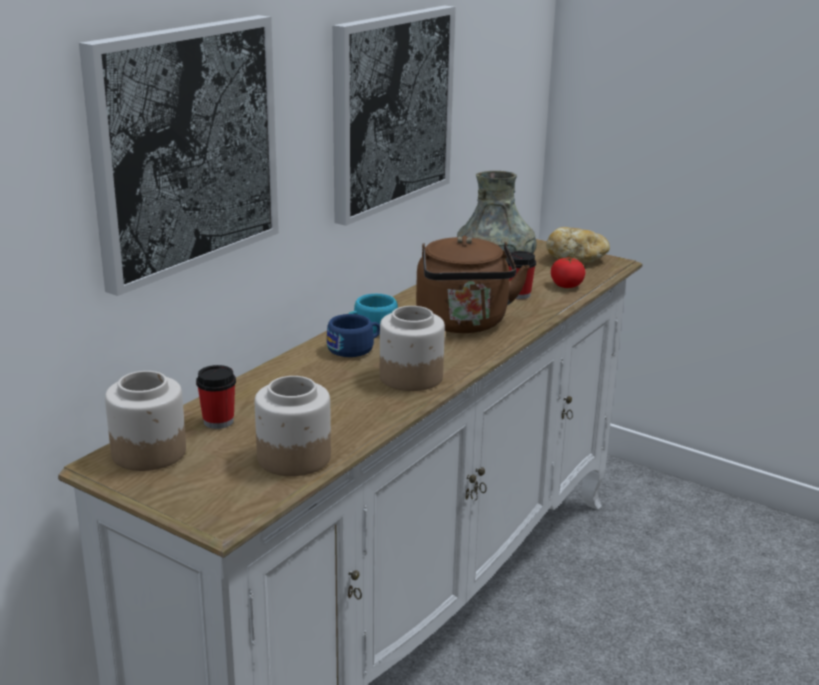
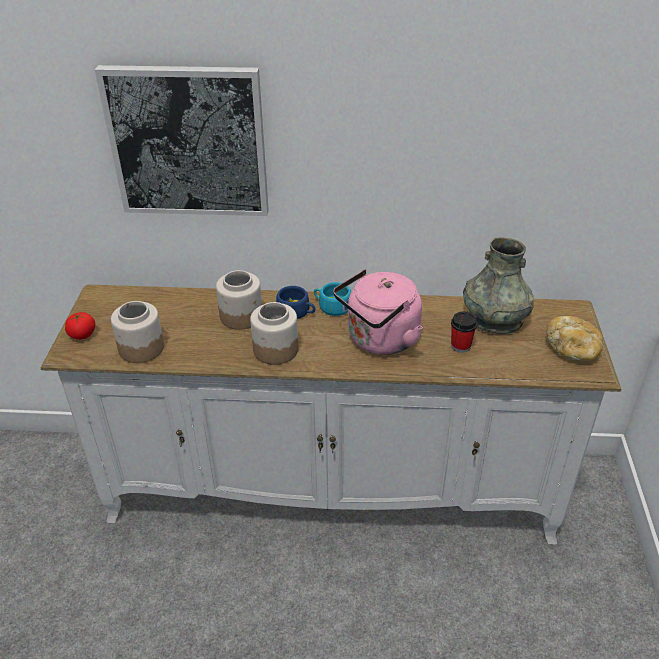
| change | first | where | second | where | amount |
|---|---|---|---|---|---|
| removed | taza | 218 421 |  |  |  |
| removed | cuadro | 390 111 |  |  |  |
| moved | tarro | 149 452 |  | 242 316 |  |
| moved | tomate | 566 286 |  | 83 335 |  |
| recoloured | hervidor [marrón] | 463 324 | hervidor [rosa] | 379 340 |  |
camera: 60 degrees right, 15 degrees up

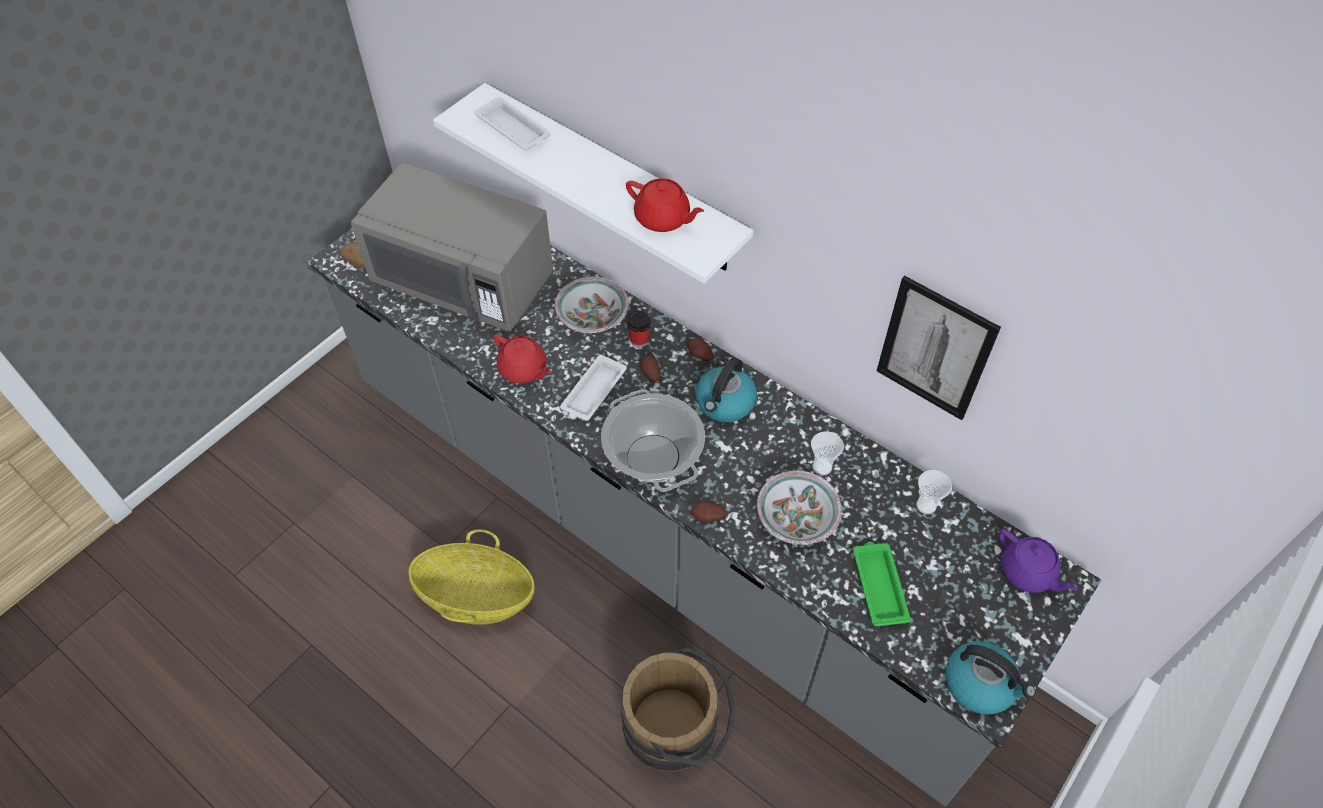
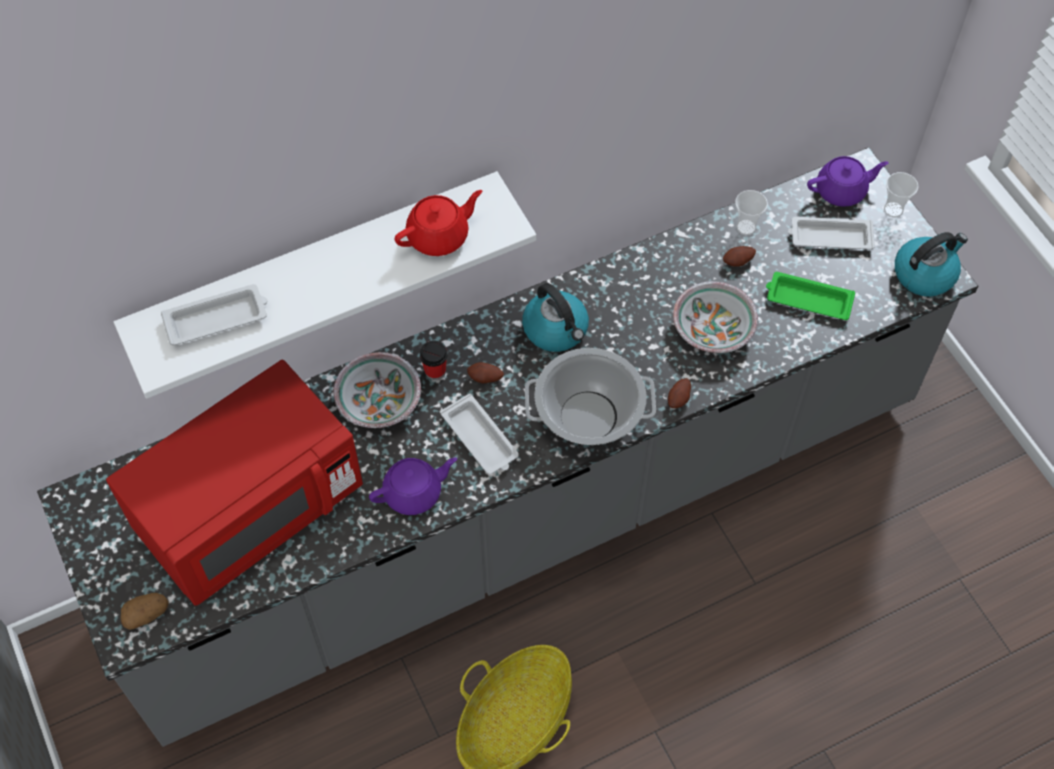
| change | first | where | second | where | amount |
|---|---|---|---|---|---|
| removed | cubo [marrón] | 678 730 |  |  |  |
| removed | cuadro | 935 349 |  |  |  |
| added |  |  | bandeja [blanco] | 829 237 |  |
| moved | patata | 699 355 |  | 738 262 |  |
| moved | taza | 822 467 |  | 893 209 |  |
| recoloured | microondas [gris] | 464 282 | microondas [rojo] | 250 510 |  |
| recoloured | tetera [rojo] | 523 369 | tetera [morado] | 414 493 |  |
camera: 65 degrees left, 5 degrees up

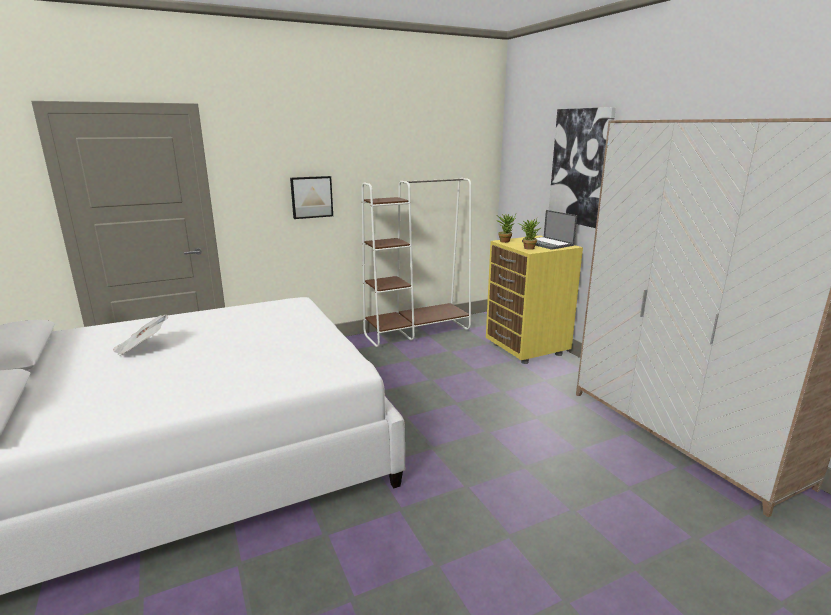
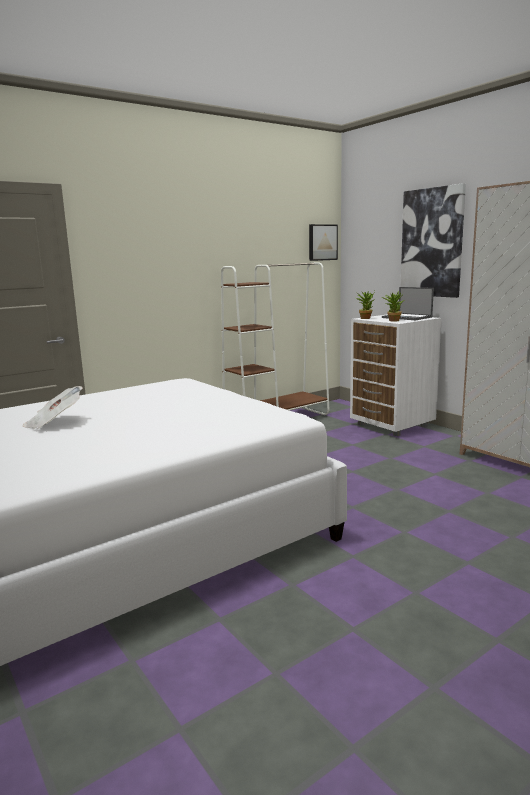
| change | first | where | second | where | amount |
|---|---|---|---|---|---|
| moved | cuadro | 311 197 |  | 322 242 |  |
| recoloured | cómoda [amarillo] | 526 349 | cómoda [blanco] | 391 425 |  |
camera: 10 degrees left, 5 degrees down

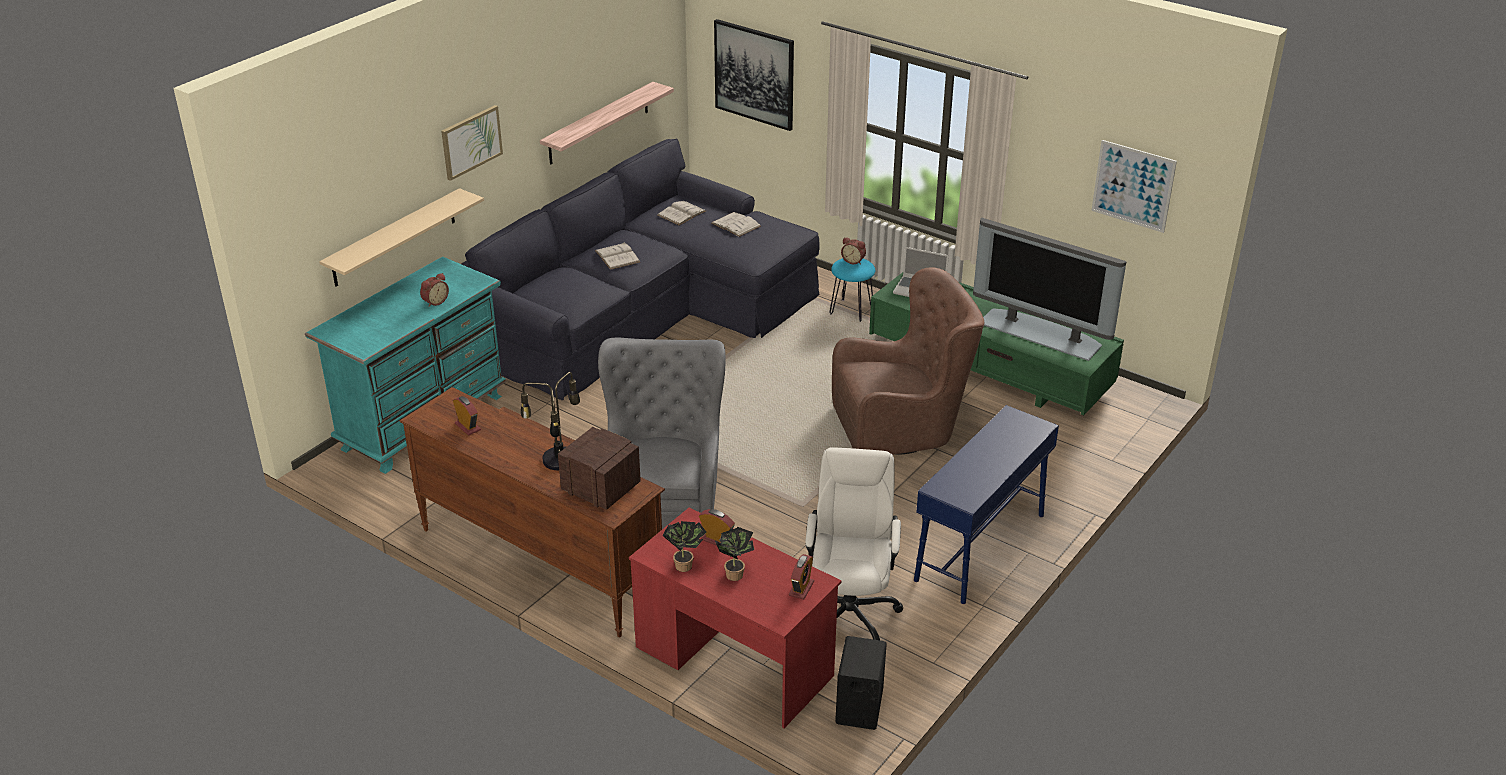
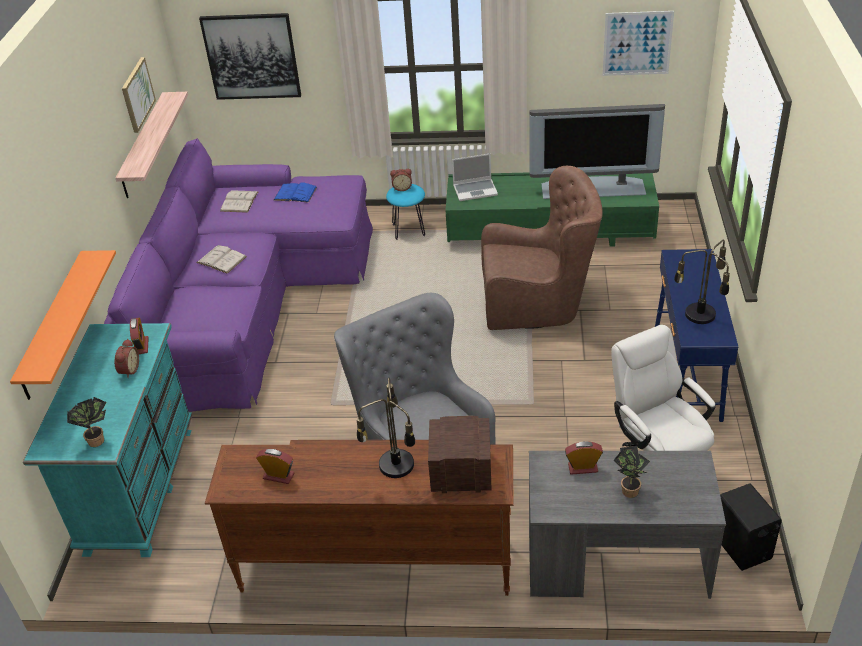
| change | first | where | second | where | amount |
|---|---|---|---|---|---|
| added |  |  | lámpara de mesa | 700 315 |  |
| moved | cuadro | 471 142 |  | 137 94 |  |
| moved | planta en maceta | 685 565 |  | 97 439 |  |
| moved | despertador | 801 588 |  | 141 346 |  |
| recoloured | estante [beis] | 394 238 | estante [naranja] | 53 325 |  |
| recoloured | sofá [negro] | 647 312 | sofá [morado] | 248 299 |  |
| recoloured | escritorio [rojo] | 734 661 | escritorio [gris] | 616 563 |  |
| recoloured | libro [blanco] | 736 224 | libro [azul] | 295 193 |  |
| turned | sillón [marrón] | 904 427 |  | 539 304 | 45 degrees clockwise |
camera: 30 degrees left, 5 degrees up

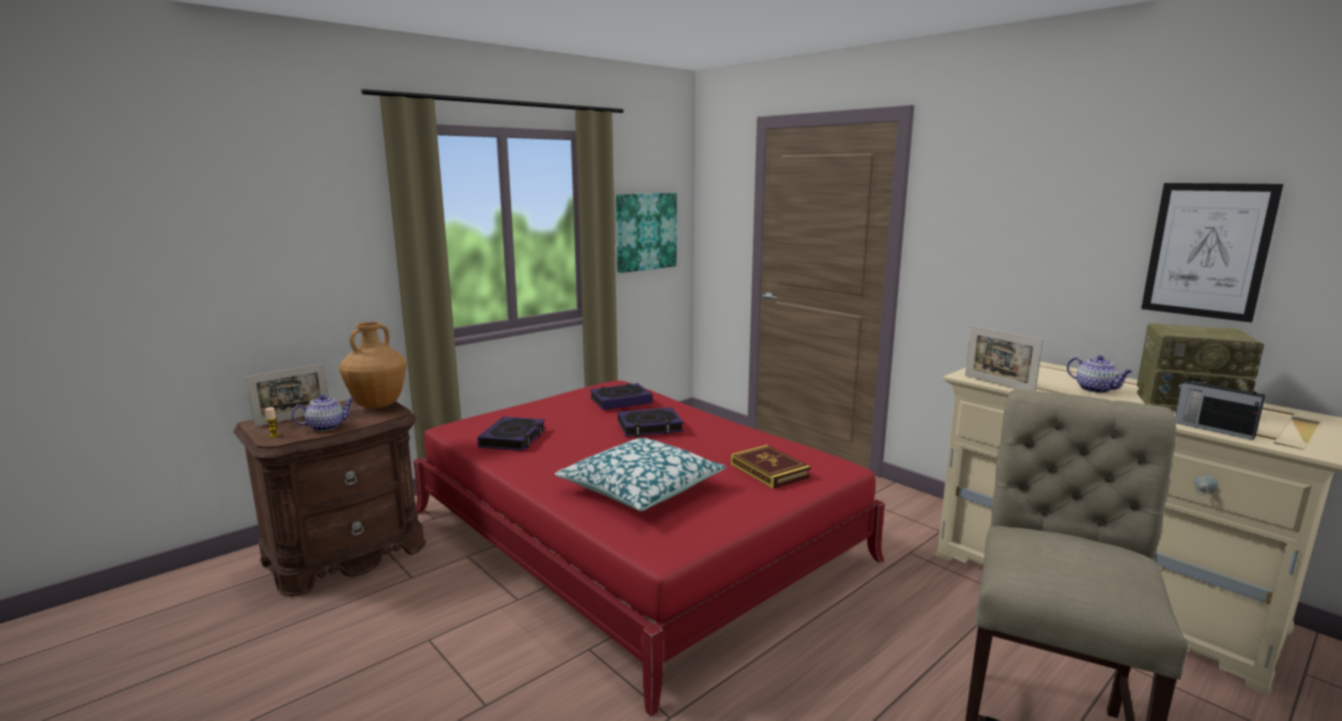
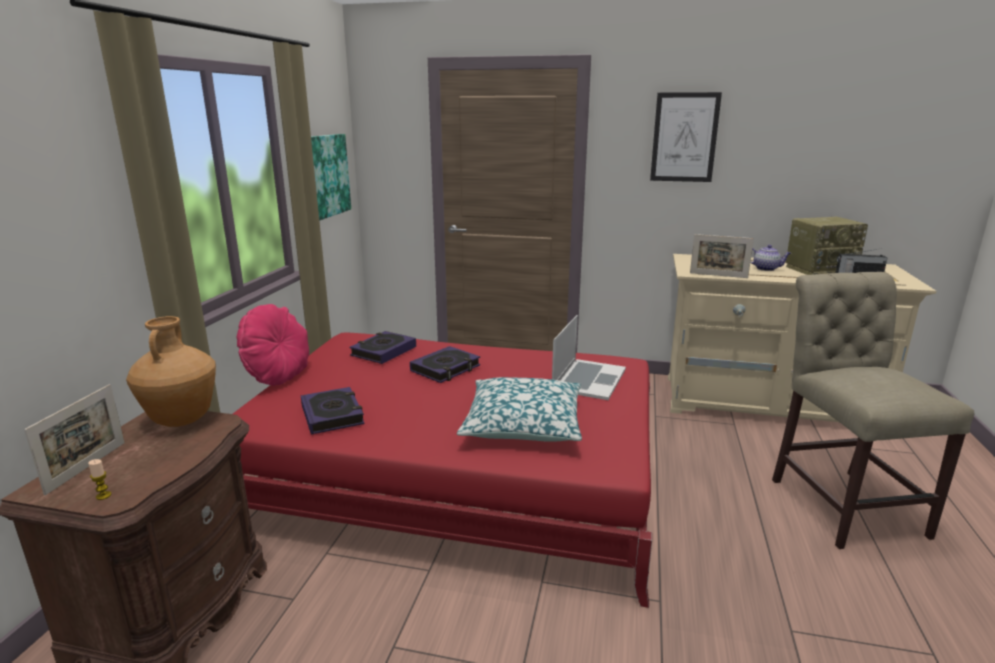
| change | first | where | second | where | amount |
|---|---|---|---|---|---|
| removed | tetera | 327 427 |  |  |  |
| added |  |  | cojín [rosa] | 278 378 |  |
| moved | cuadro | 1207 250 |  | 684 137 |  |
| replaced | libro | 769 470 | portátil | 588 379 |  |
camera: 35 degrees left, 5 degrees up

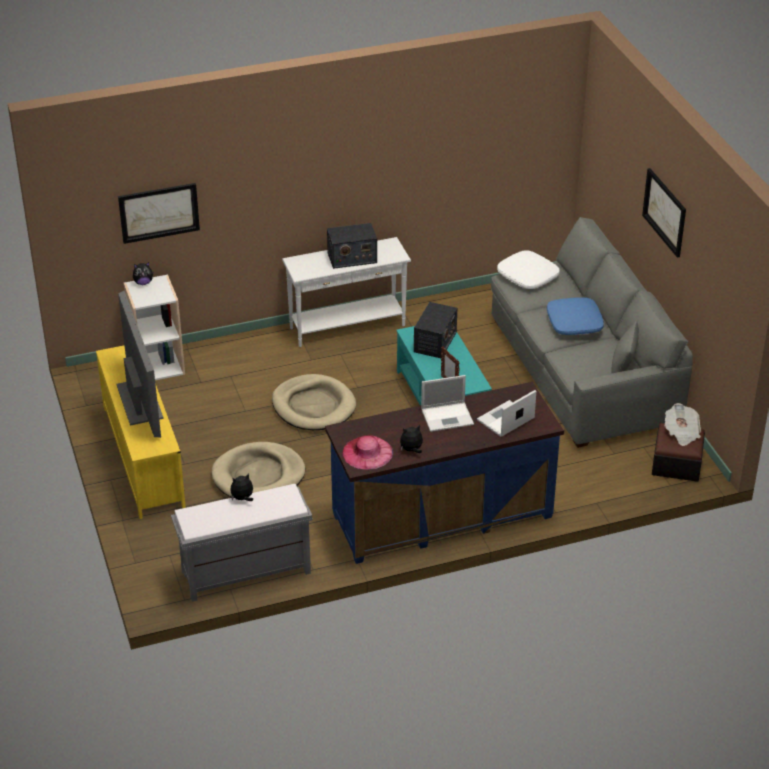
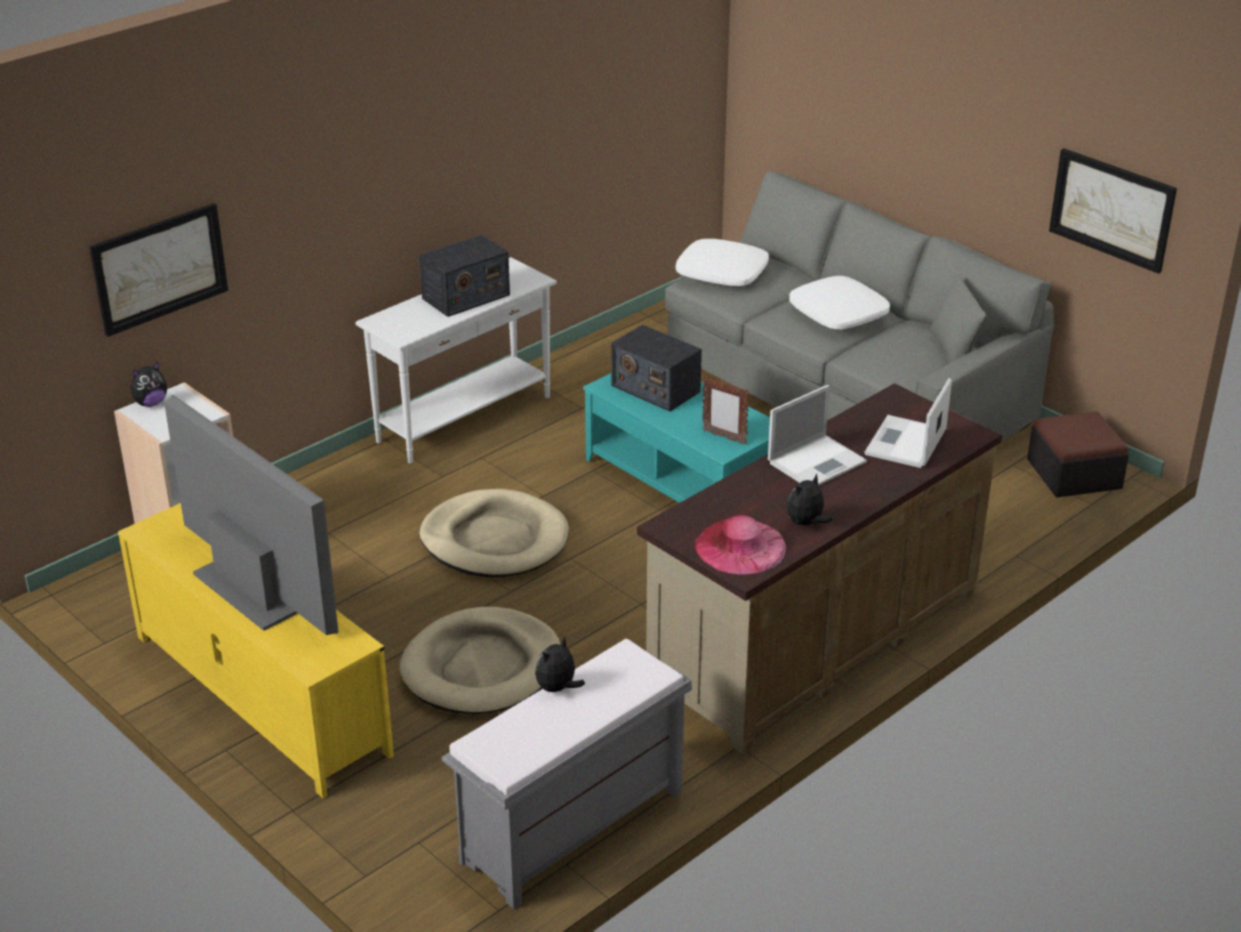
| change | first | where | second | where | amount |
|---|---|---|---|---|---|
| removed | periódico | 681 433 |  |  |  |
| moved | cuadro | 665 212 |  | 1112 209 |  |
| recoloured | armario [azul] | 441 516 | armario [beis] | 813 640 |  |
| recoloured | cojín [azul] | 574 323 | cojín [blanco] | 839 313 |  |
| turned | radio | 435 342 |  | 655 388 | 135 degrees clockwise |
camera: 25 degrees left, 5 degrees down

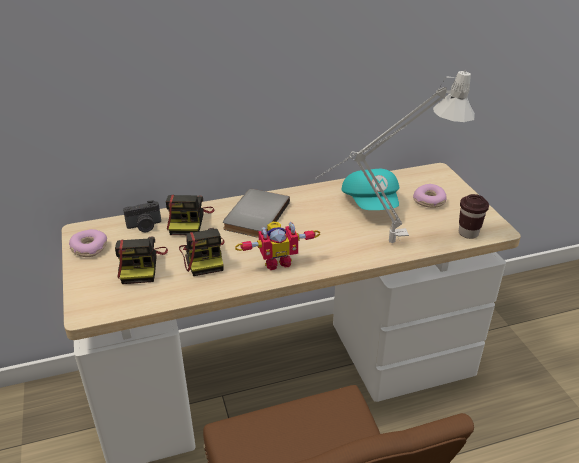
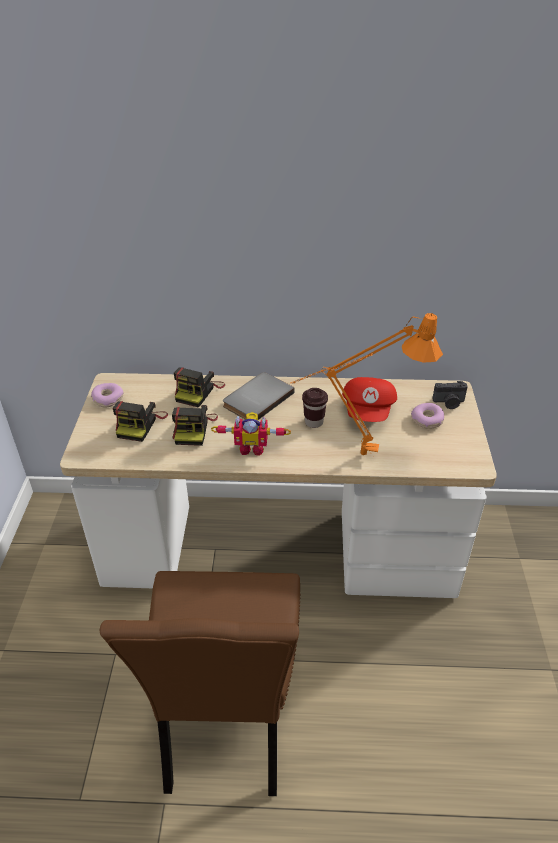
| change | first | where | second | where | amount |
|---|---|---|---|---|---|
| moved | cámara | 144 226 |  | 449 403 |  |
| moved | taza [marrón] | 468 233 |  | 314 422 |  |
| recoloured | lámpara de mesa [gris] | 382 244 | lámpara de mesa [naranja] | 354 454 |  |
| recoloured | gorra [turquesa] | 371 204 | gorra [rojo] | 369 411 |  |
camera: 20 degrees right, 5 degrees up

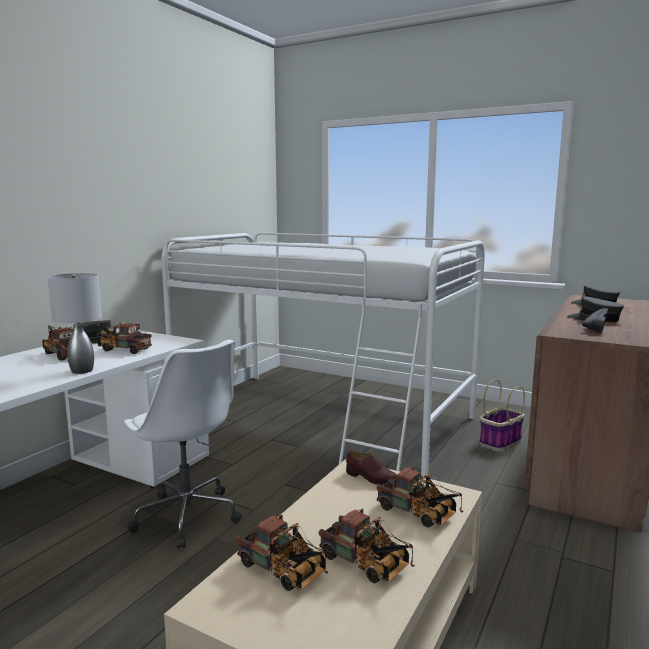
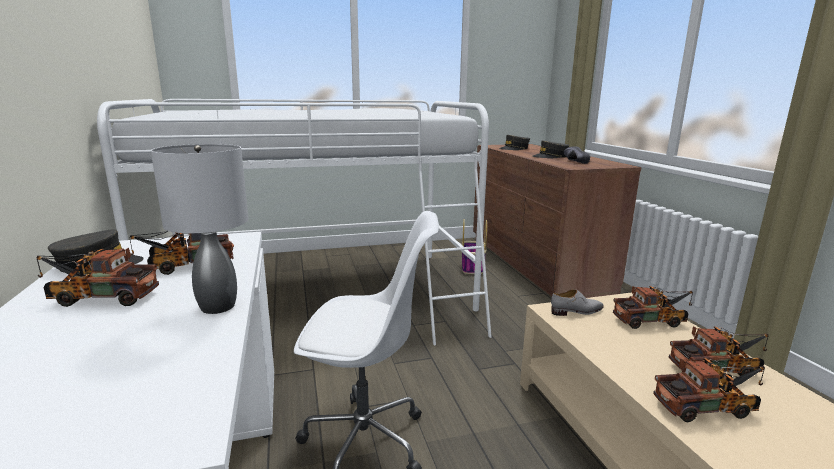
| change | first | where | second | where | amount |
|---|---|---|---|---|---|
| recoloured | zapato [marrón] | 372 478 | zapato [gris] | 577 311 |  |
camera: 45 degrees left, 5 degrees up

